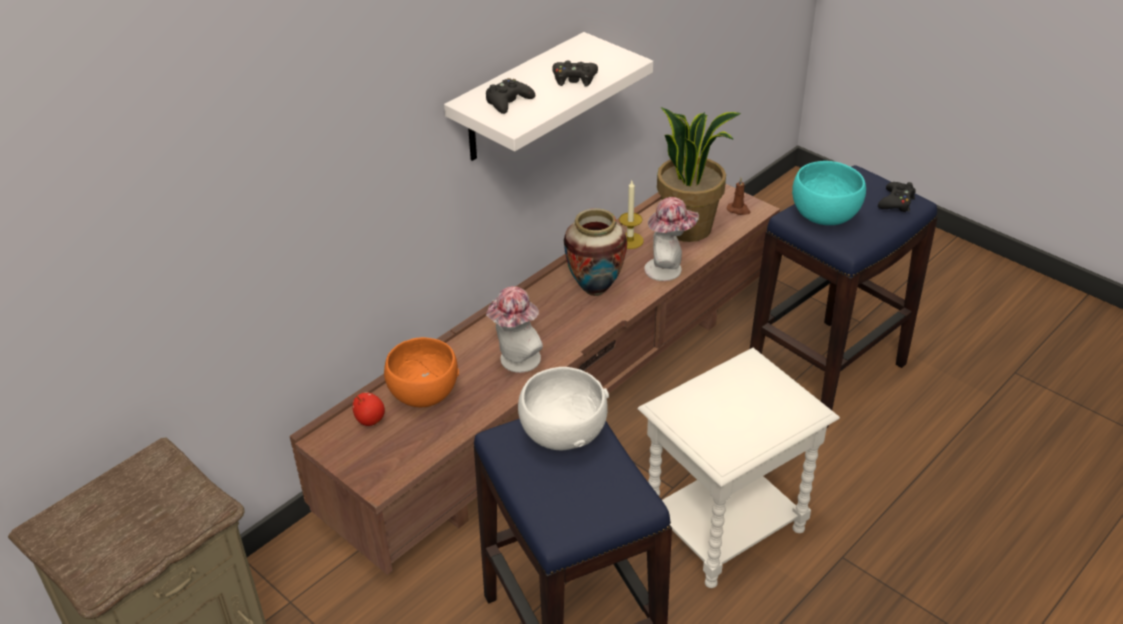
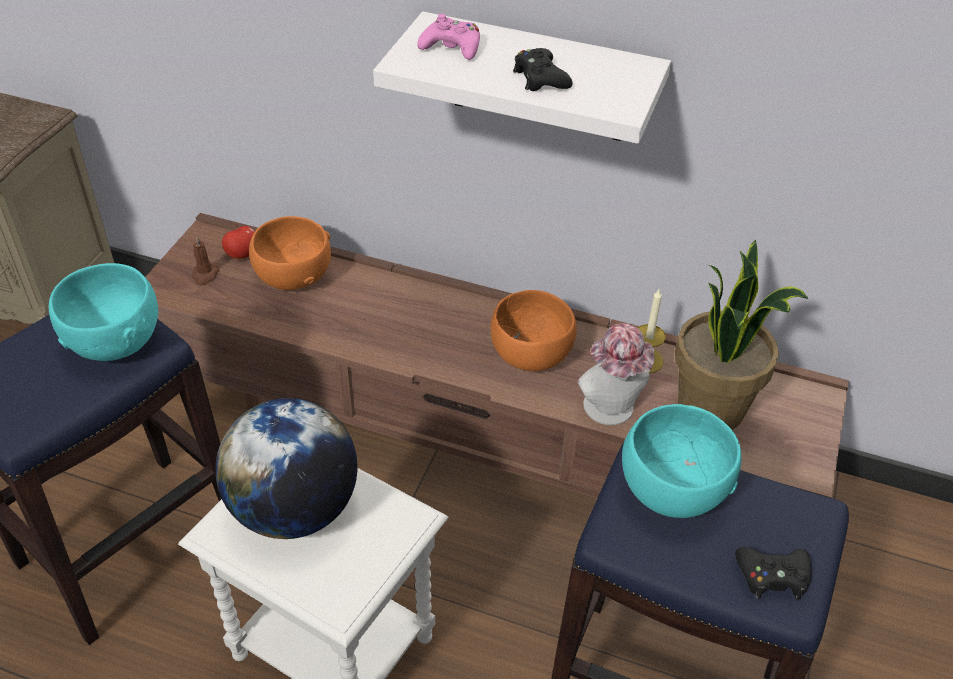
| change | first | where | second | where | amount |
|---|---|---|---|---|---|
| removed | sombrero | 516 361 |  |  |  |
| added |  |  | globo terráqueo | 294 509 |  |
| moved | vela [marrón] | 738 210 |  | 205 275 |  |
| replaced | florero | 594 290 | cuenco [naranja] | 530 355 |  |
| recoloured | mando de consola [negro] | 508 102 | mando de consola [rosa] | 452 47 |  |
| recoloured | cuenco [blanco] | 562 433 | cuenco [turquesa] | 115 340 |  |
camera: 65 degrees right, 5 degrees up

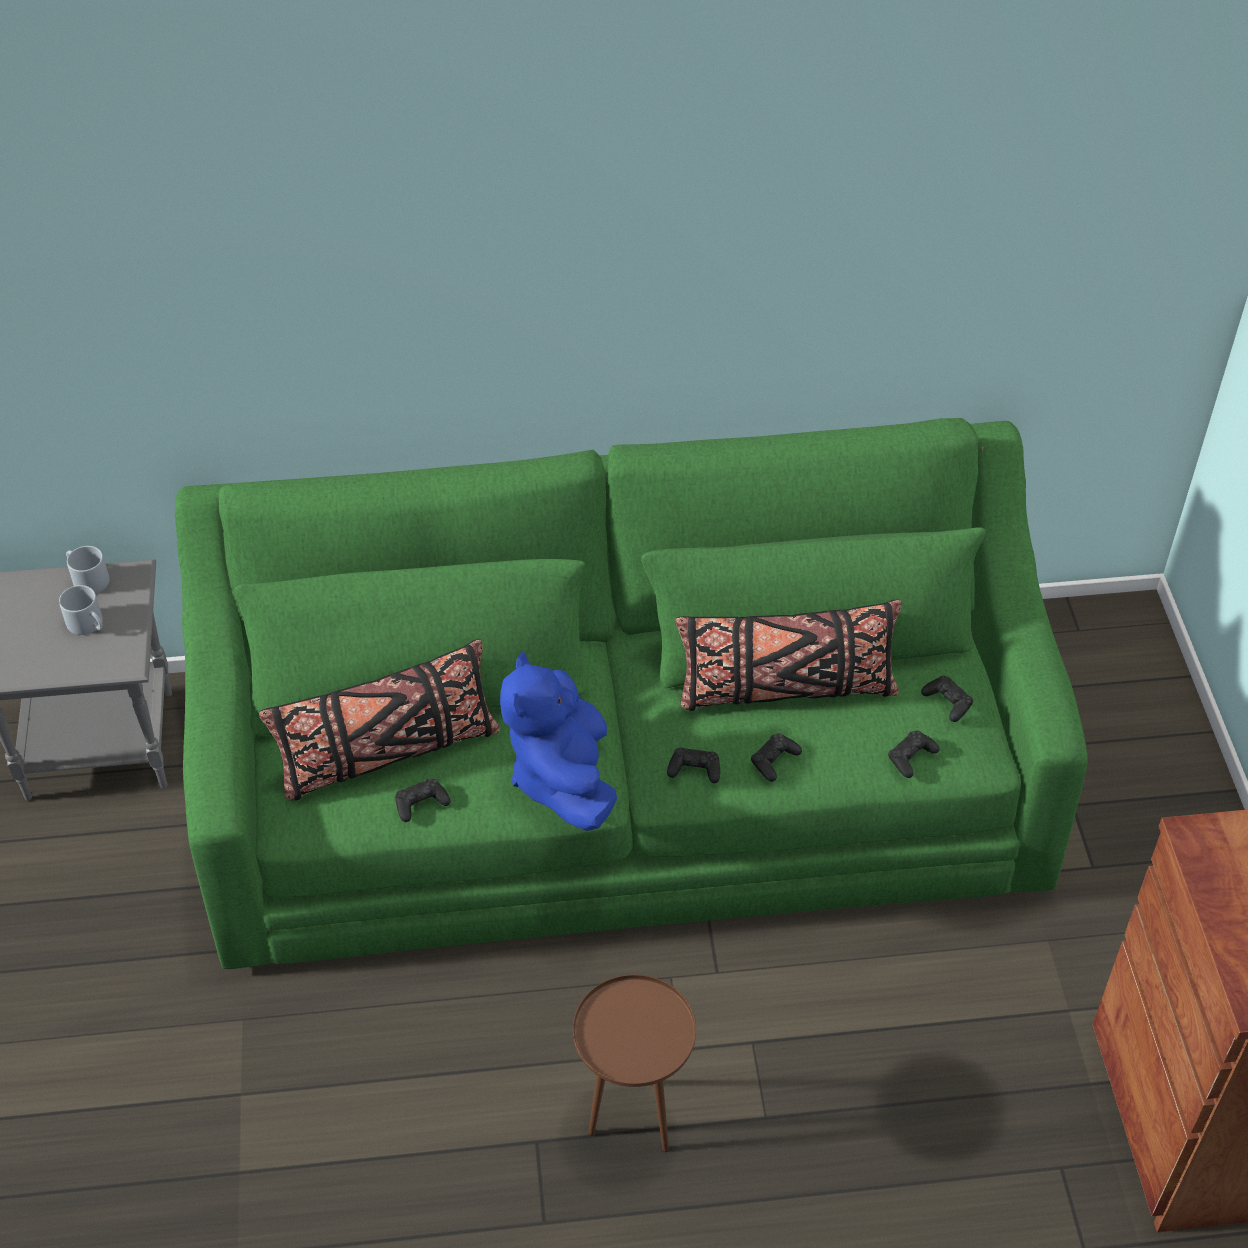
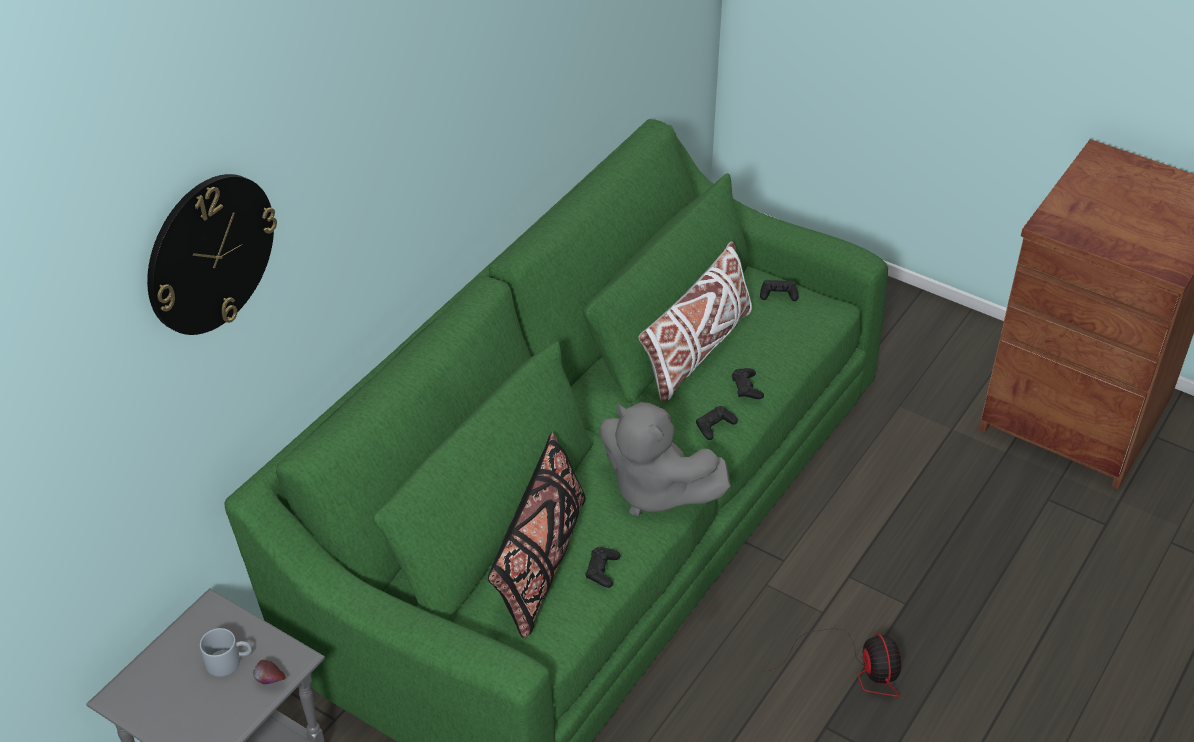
| change | first | where | second | where | amount |
|---|---|---|---|---|---|
| removed | taza grande [gris] | 86 579 |  |  |  |
| removed | mando de consola [negro] | 911 757 |  |  |  |
| added |  |  | reloj de pared | 210 254 |  |
| added |  |  | manzana | 271 682 |  |
| replaced | mesa auxiliar [marrón] | 633 1121 | ventilador | 853 668 |  |
| recoloured | peluche [azul] | 563 779 | peluche [gris] | 655 491 |  |
| recoloured | cojín [negro] | 785 690 | cojín [blanco] | 696 351 |  |
camera: 50 degrees left, 5 degrees down

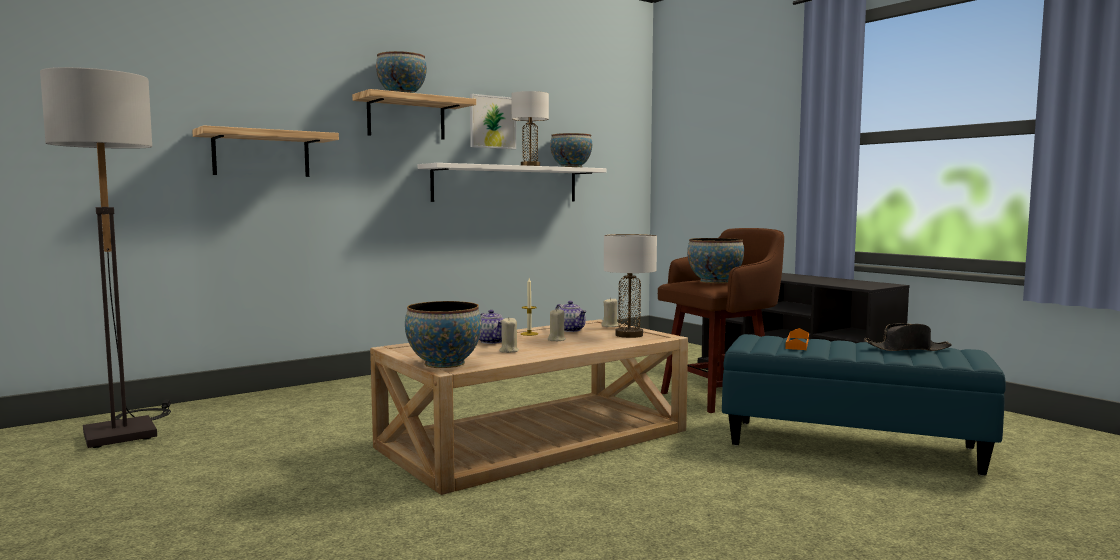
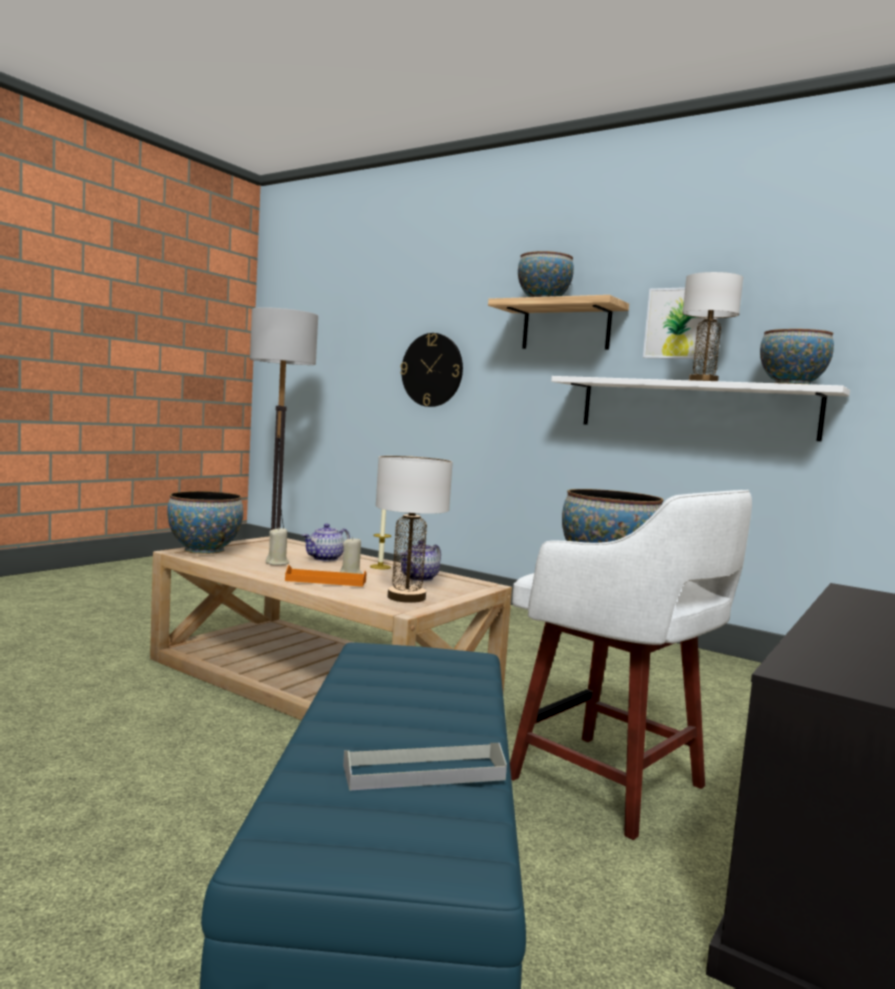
| change | first | where | second | where | amount |
|---|---|---|---|---|---|
| removed | vela [beis] | 610 326 |  |  |  |
| moved | bandeja [naranja] | 797 343 |  | 326 581 |  |
| replaced | estante | 261 154 | reloj de pared | 432 370 |  |
| replaced | sombrero [negro] | 907 349 | bandeja [gris] | 424 772 |  |
| recoloured | taburete [marrón] | 719 397 | taburete [blanco] | 613 785 |  |
camera: 70 degrees right, 0 degrees up

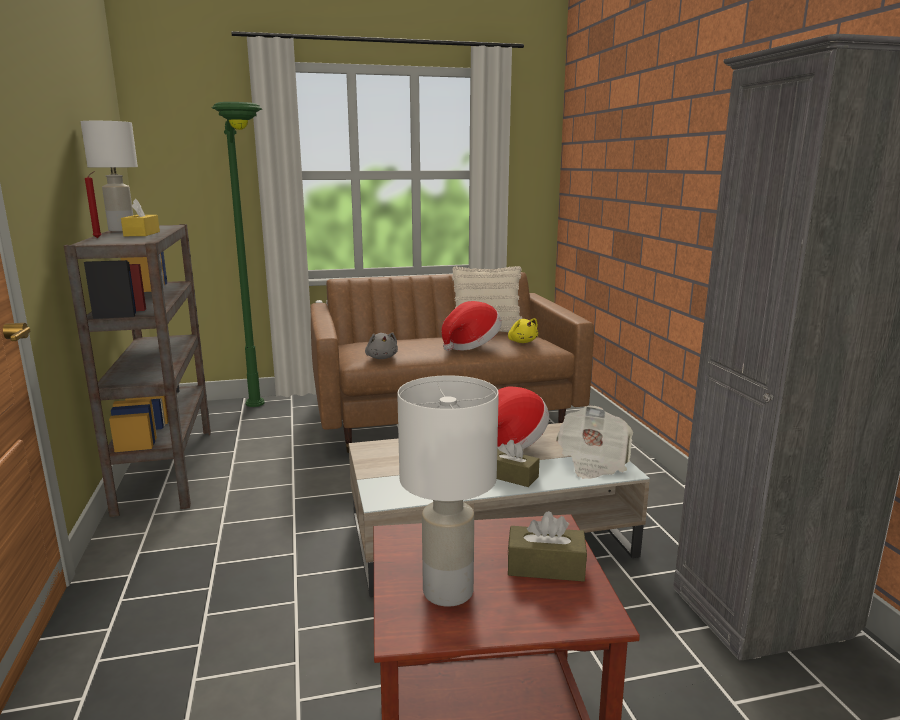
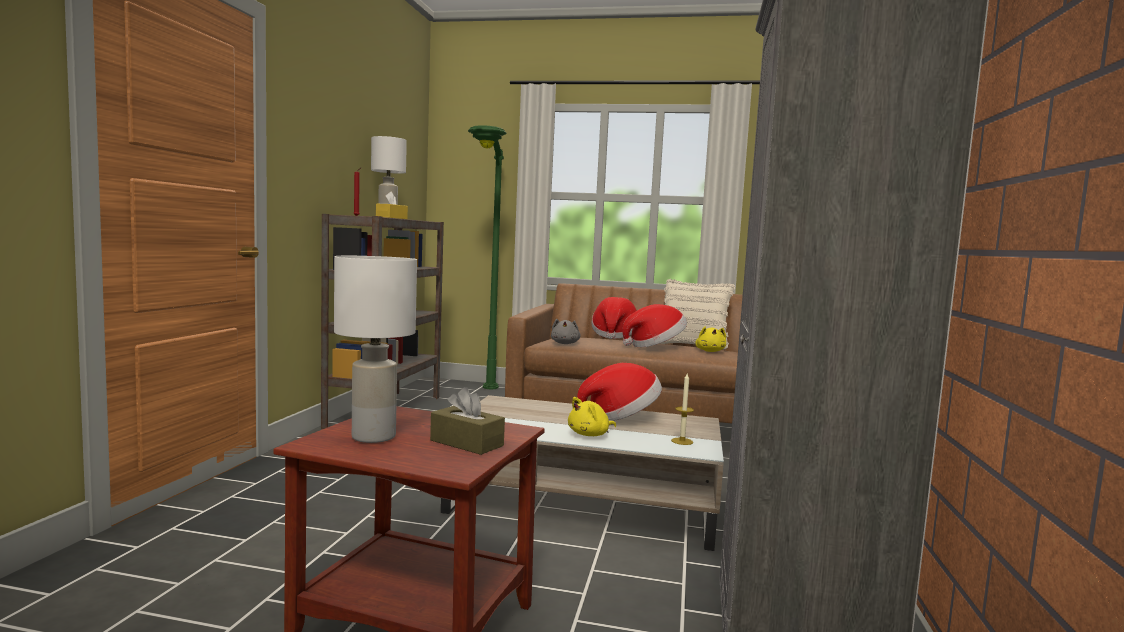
| change | first | where | second | where | amount |
|---|---|---|---|---|---|
| added |  |  | sombrero | 614 335 |  |
| replaced | caja de pañuelos [marrón] | 511 476 | peluche [amarillo] | 590 435 |  |
| replaced | periódico | 592 462 | vela | 682 441 |  |
camera: 25 degrees right, 10 degrees down

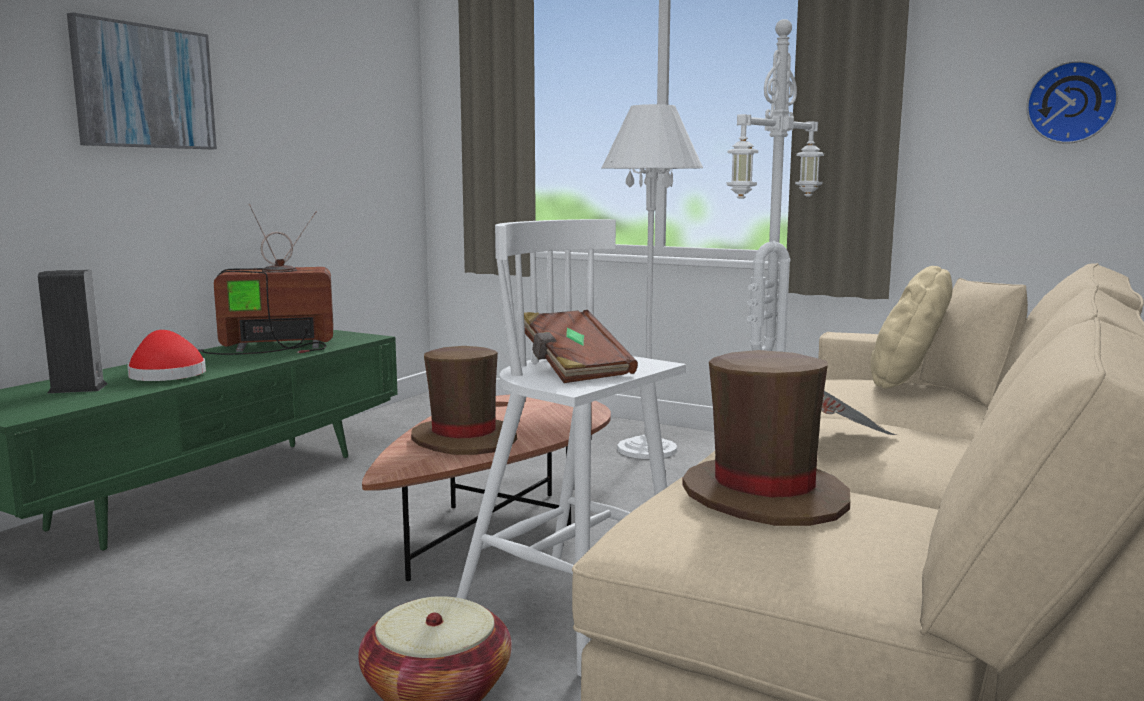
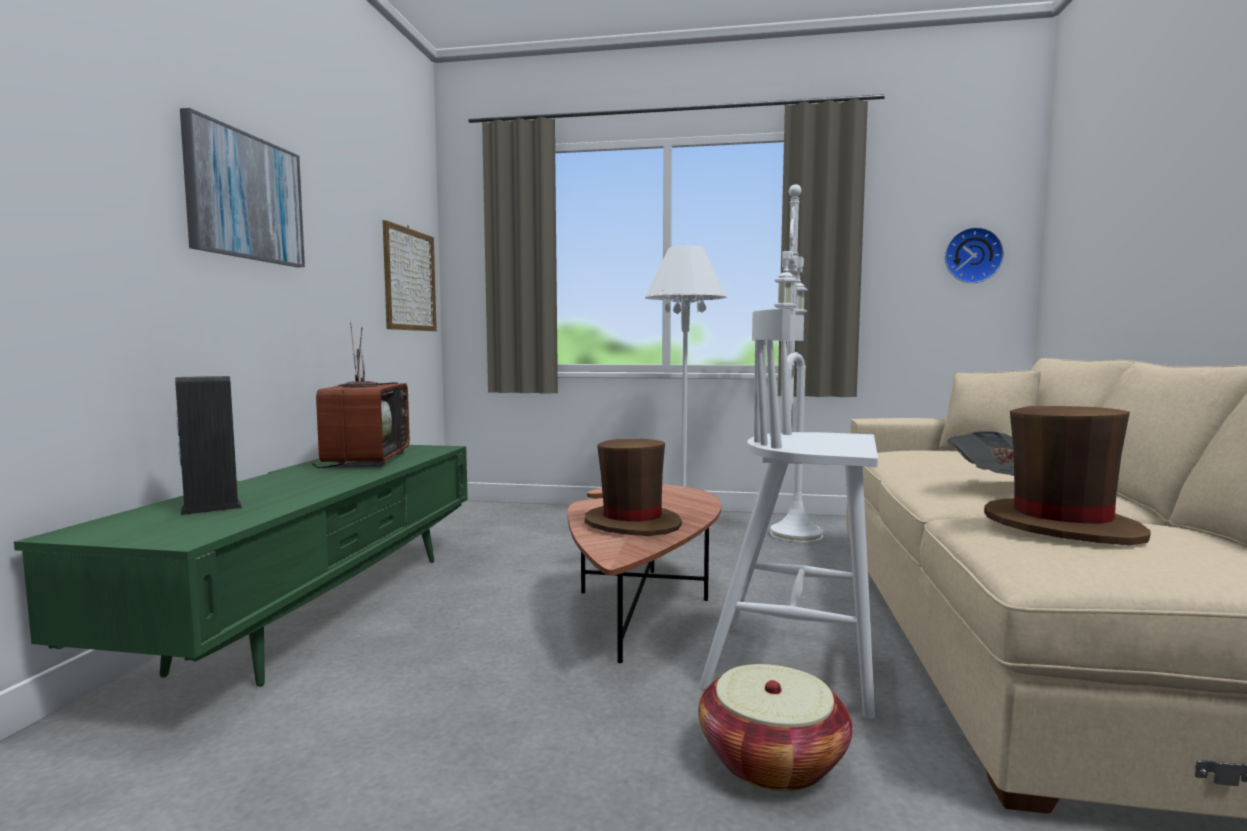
| change | first | where | second | where | amount |
|---|---|---|---|---|---|
| removed | sombrero [rojo] | 166 375 |  |  |  |
| removed | libro [marrón] | 574 369 |  |  |  |
| removed | cojín [beis] | 906 386 |  |  |  |
| added |  |  | cuadro | 409 278 |  |
| turned | televisor | 274 346 |  | 365 459 | 120 degrees clockwise |
camera: 20 degrees left, 5 degrees down

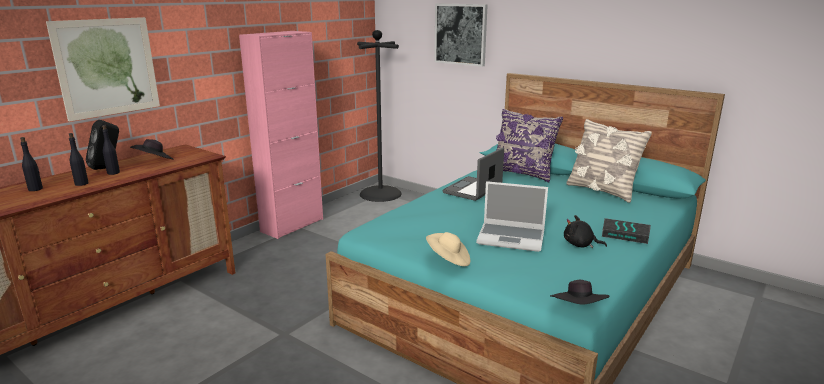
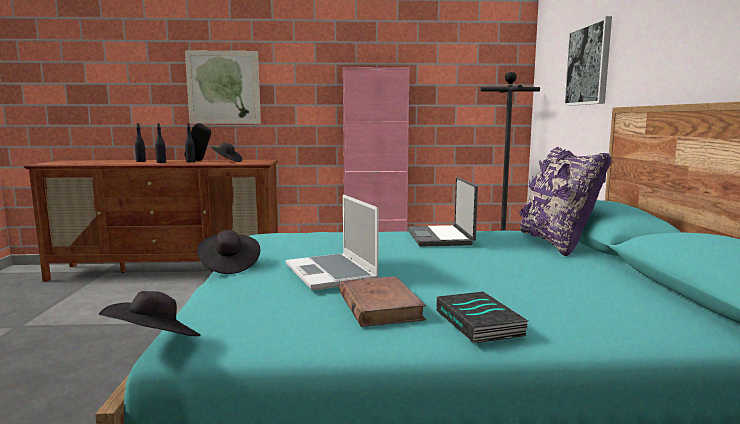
| change | first | where | second | where | amount |
|---|---|---|---|---|---|
| removed | cojín [beis] | 601 191 |  |  |  |
| replaced | peluche [negro] | 580 245 | libro [marrón] | 379 306 |  |
| recoloured | sombrero [beis] | 448 260 | sombrero [negro] | 229 266 |  |
| turned | portátil | 473 190 |  | 440 237 | 90 degrees counterclockwise |
camera: 50 degrees right, 10 degrees down

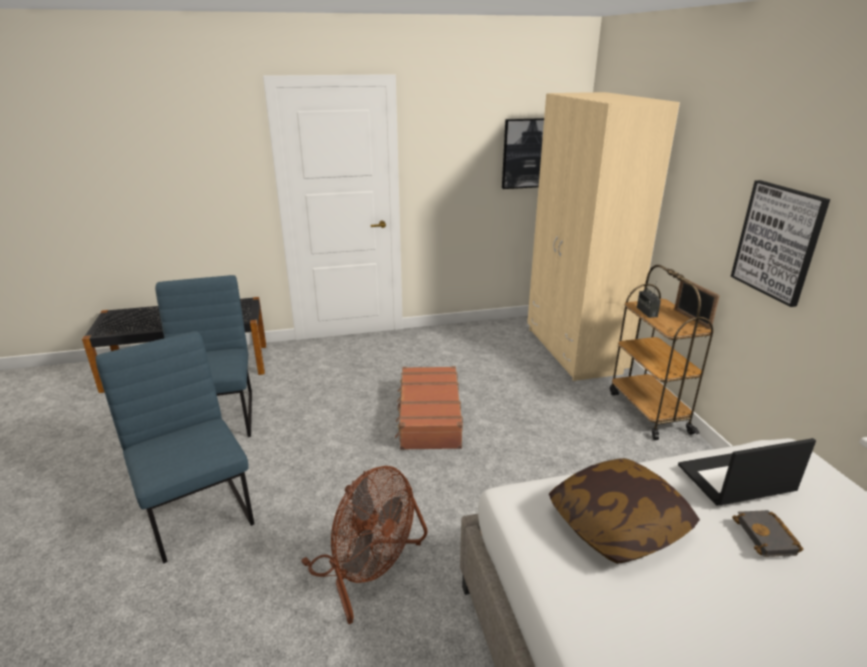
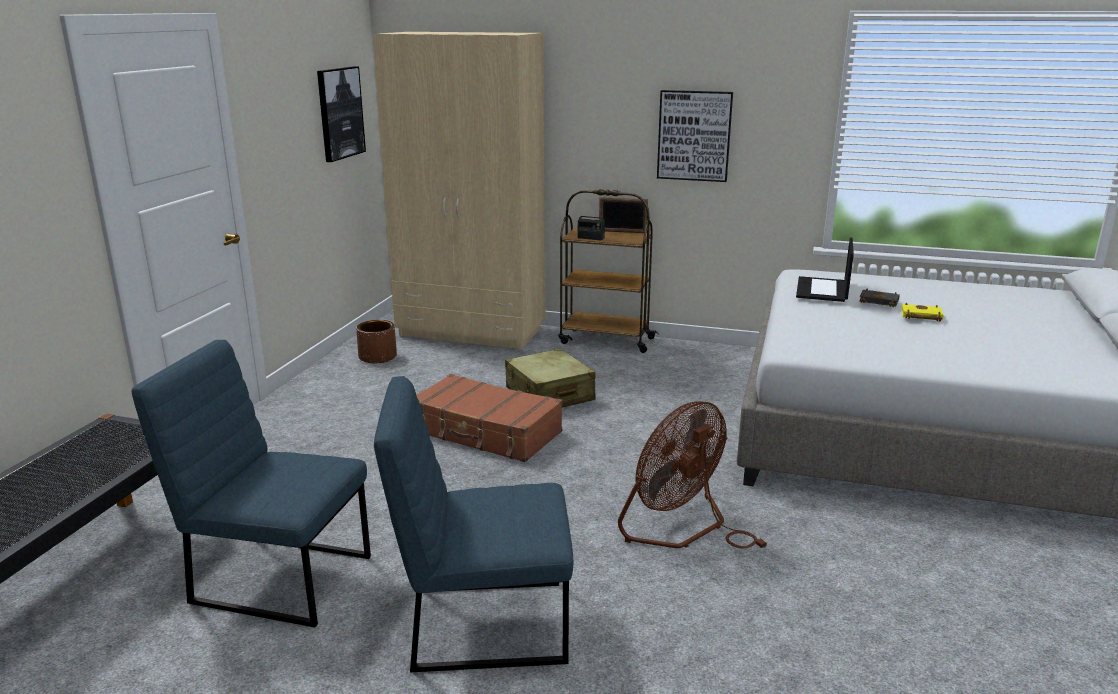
| change | first | where | second | where | amount |
|---|---|---|---|---|---|
| removed | cojín | 618 525 |  |  |  |
| added |  |  | maceta [marrón] | 378 357 |  |
| added |  |  | maleta [beis] | 549 394 |  |
| added |  |  | libro [amarillo] | 920 316 |  |
| turned | ventilador [marrón] | 366 572 |  | 691 527 | 105 degrees counterclockwise |
camera: 60 degrees left, 5 degrees down

